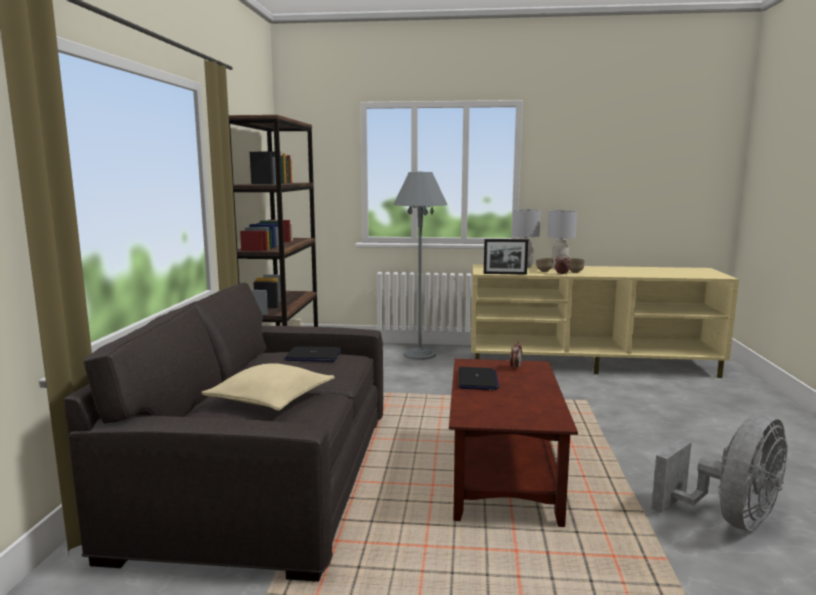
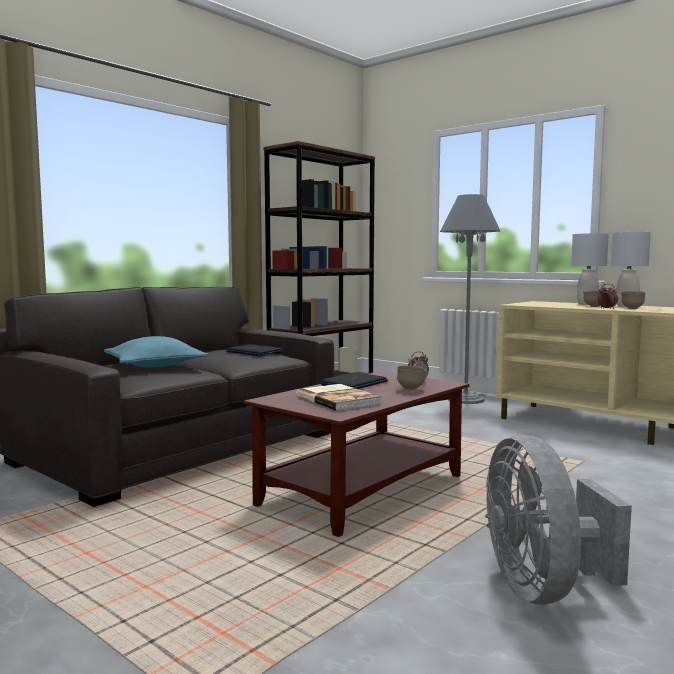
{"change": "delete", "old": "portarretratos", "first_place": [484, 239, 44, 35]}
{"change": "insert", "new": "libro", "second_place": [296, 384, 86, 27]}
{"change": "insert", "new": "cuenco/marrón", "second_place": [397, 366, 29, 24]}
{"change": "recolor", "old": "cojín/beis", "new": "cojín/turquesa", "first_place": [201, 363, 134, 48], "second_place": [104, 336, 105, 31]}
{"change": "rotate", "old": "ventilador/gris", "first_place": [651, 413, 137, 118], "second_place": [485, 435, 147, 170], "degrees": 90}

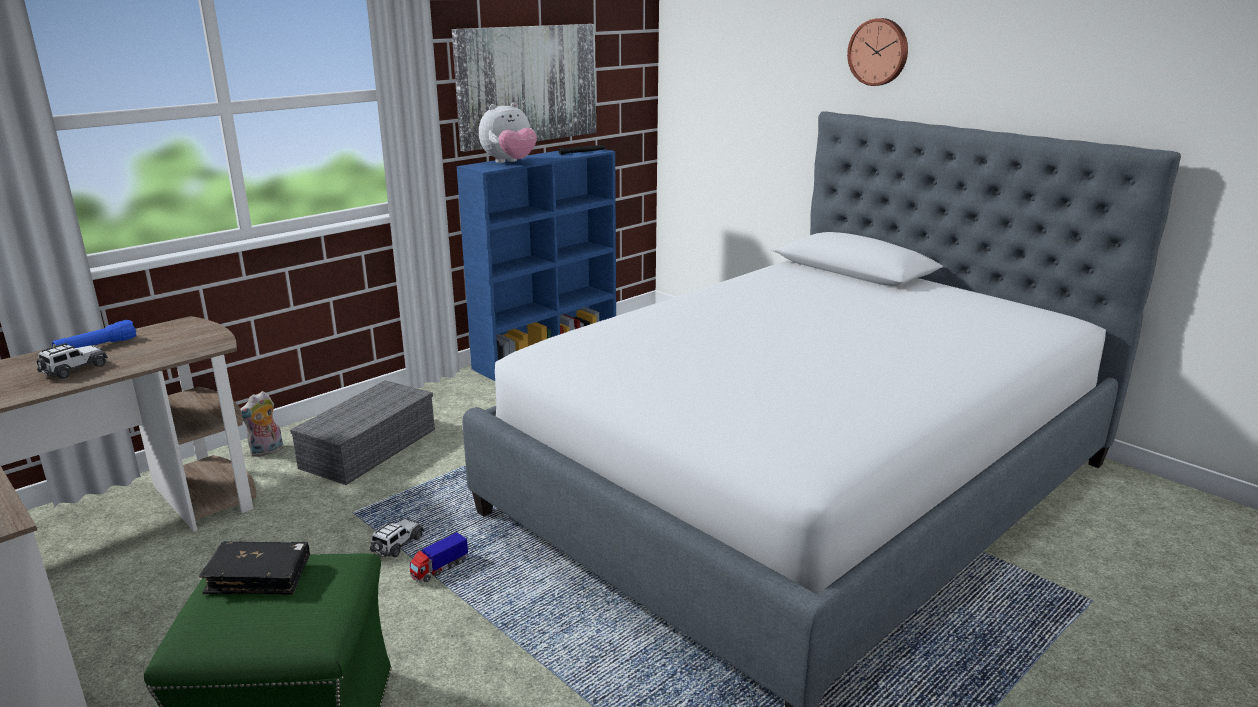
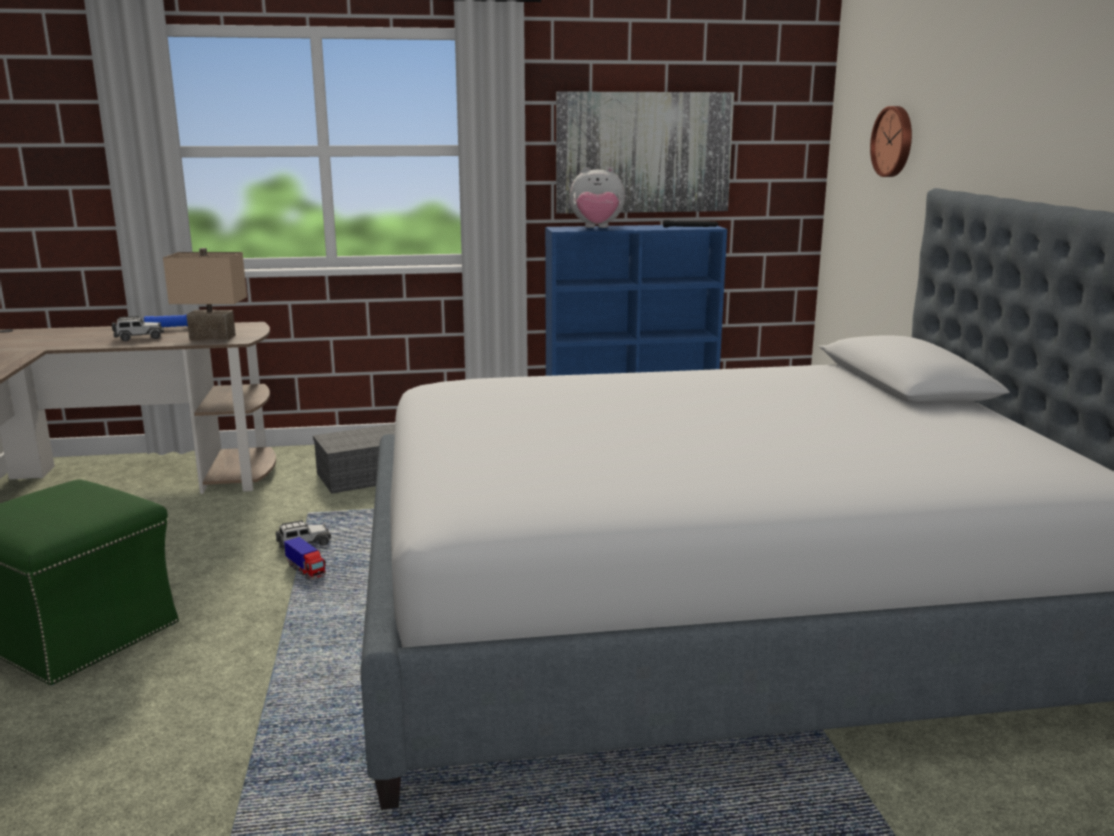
{"change": "delete", "old": "libro/negro", "first_place": [199, 541, 111, 54]}
{"change": "delete", "old": "peluche", "first_place": [240, 391, 43, 66]}
{"change": "insert", "new": "lámpara de mesa/beis", "second_place": [163, 248, 84, 93]}
{"change": "move", "old": "reloj de pared", "first_place": [847, 18, 61, 68], "second_place": [870, 106, 42, 71]}
{"change": "rotate", "old": "camión de juguete", "first_place": [410, 532, 58, 51], "second_place": [284, 537, 42, 43], "degrees": -120}

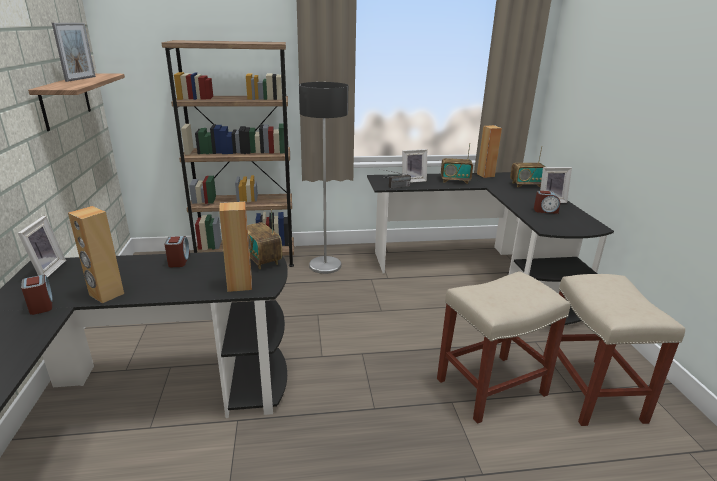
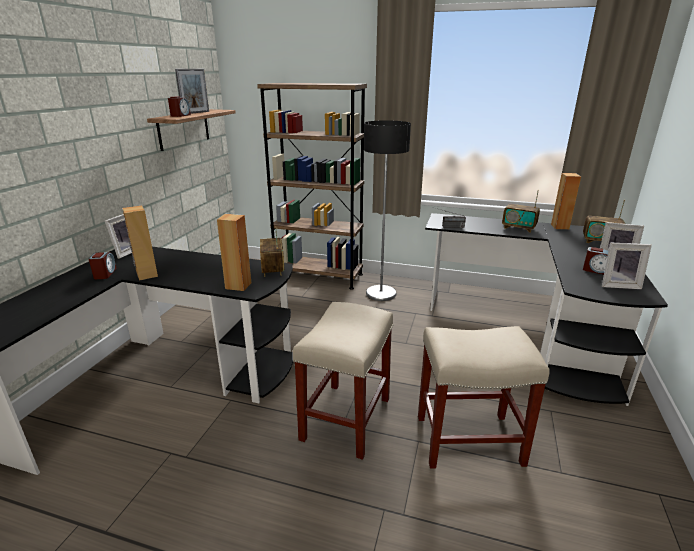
{"change": "move", "old": "despertador", "first_place": [165, 236, 25, 31], "second_place": [168, 96, 23, 21]}
{"change": "move", "old": "portarretratos", "first_place": [402, 149, 25, 34], "second_place": [602, 242, 50, 47]}
{"change": "move", "old": "taburete/beis", "first_place": [543, 274, 142, 152], "second_place": [293, 302, 100, 158]}

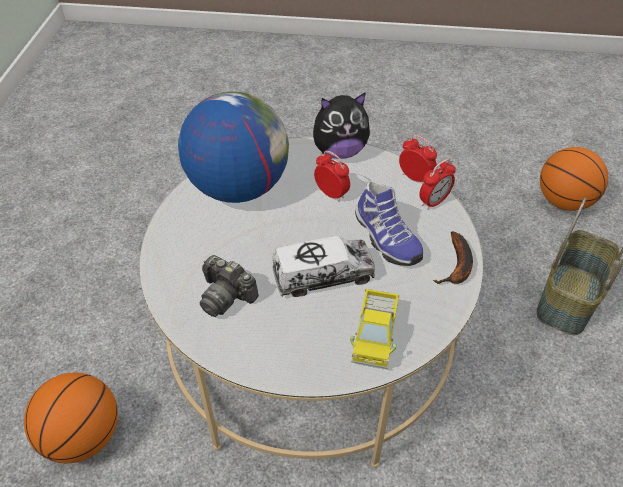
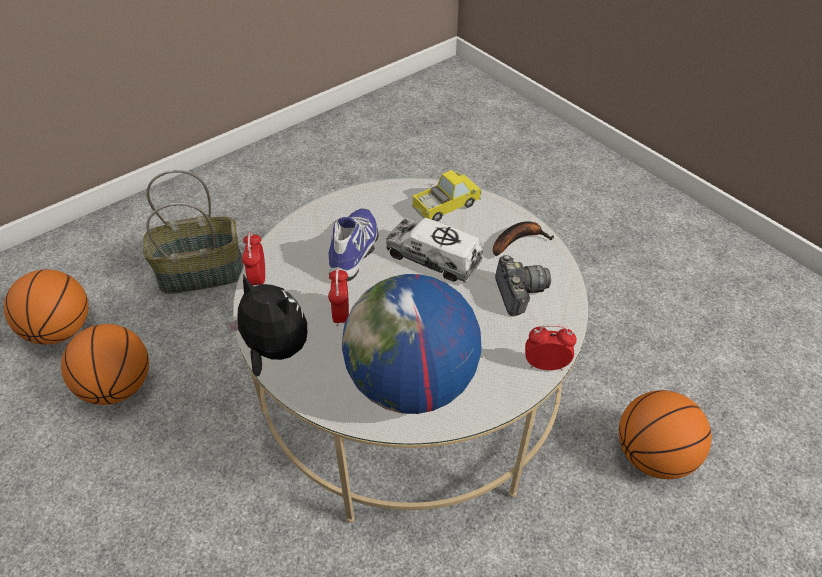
{"change": "insert", "new": "balón de baloncesto", "second_place": [61, 324, 88, 81]}
{"change": "move", "old": "despertador", "first_place": [419, 159, 37, 51], "second_place": [525, 324, 52, 46]}
{"change": "move", "old": "plátano", "first_place": [433, 231, 40, 53], "second_place": [493, 221, 62, 35]}

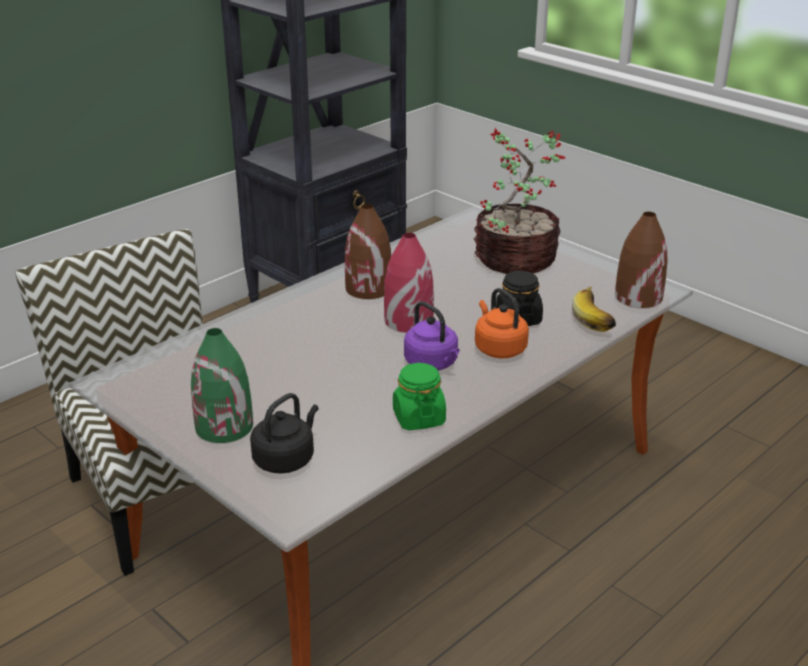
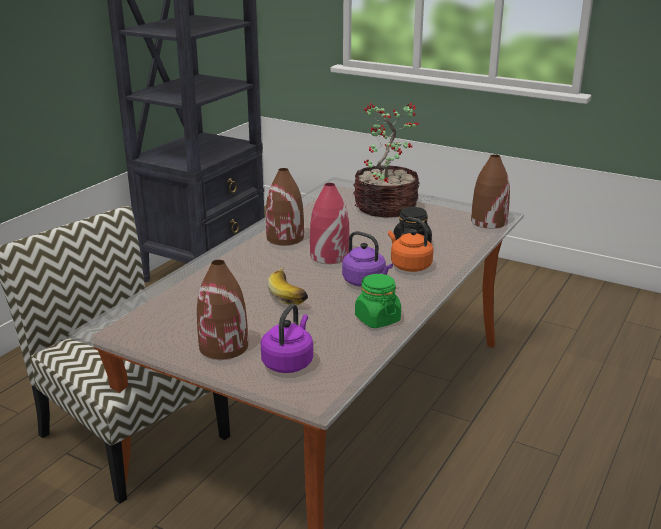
{"change": "move", "old": "plátano", "first_place": [572, 286, 44, 46], "second_place": [268, 268, 40, 37]}
{"change": "recolor", "old": "florero/verde", "new": "florero/marrón", "first_place": [191, 328, 62, 115], "second_place": [197, 260, 51, 99]}
{"change": "recolor", "old": "hervidor/negro", "new": "hervidor/morado", "first_place": [250, 393, 69, 81], "second_place": [261, 304, 52, 69]}

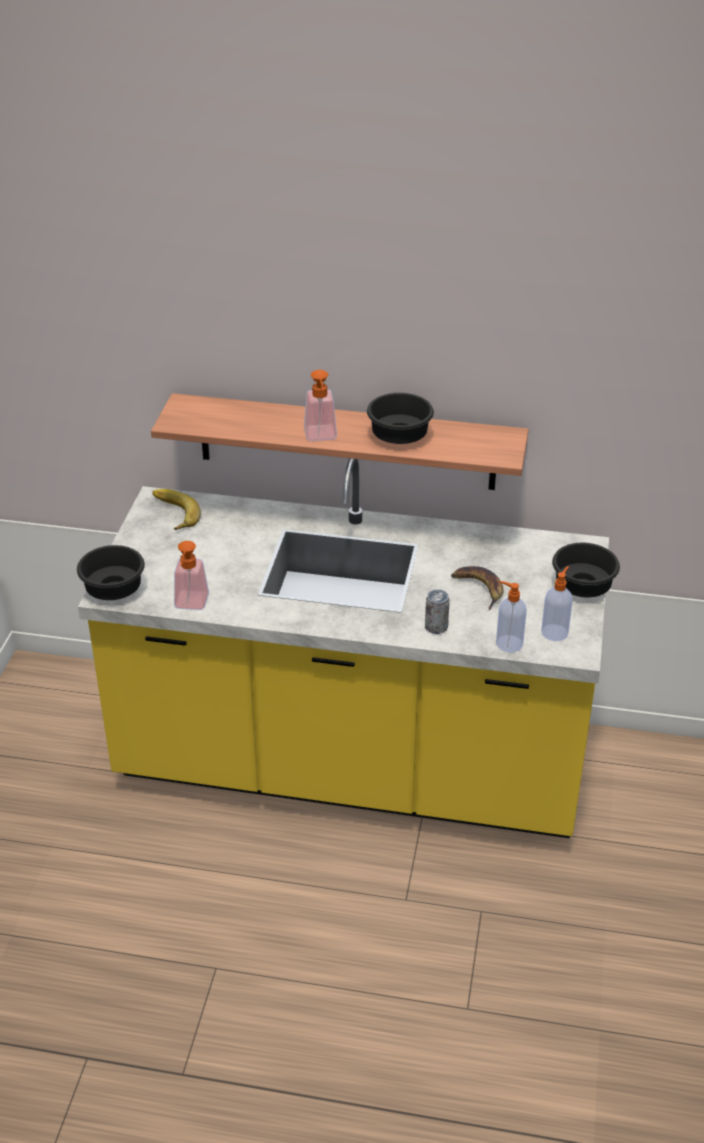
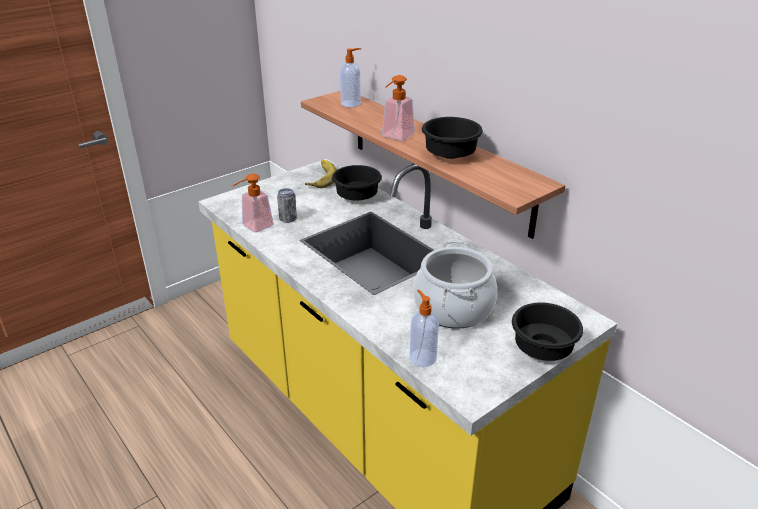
{"change": "move", "old": "cuenco/negro", "first_place": [77, 545, 68, 55], "second_place": [332, 165, 50, 35]}
{"change": "move", "old": "lata", "first_place": [425, 589, 25, 45], "second_place": [277, 188, 20, 35]}
{"change": "move", "old": "dispensador de jabón", "first_place": [541, 566, 32, 75], "second_place": [340, 48, 21, 59]}
{"change": "replace", "old": "plátano", "new": "olla", "first_place": [451, 566, 52, 44], "second_place": [413, 240, 84, 89]}

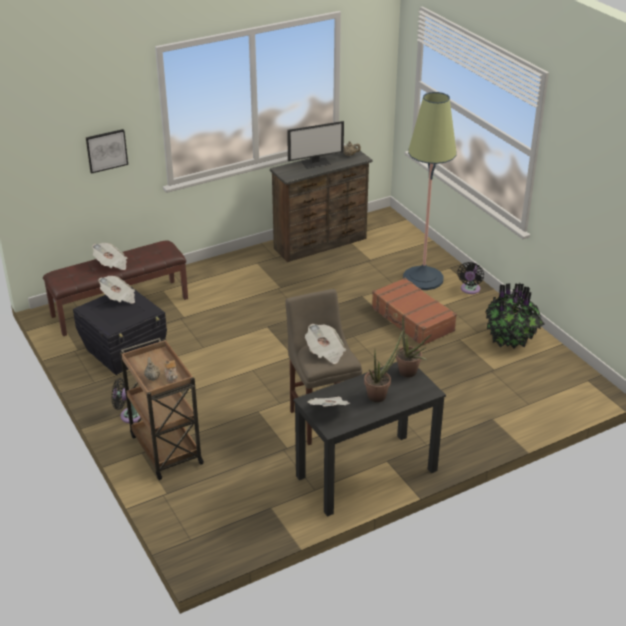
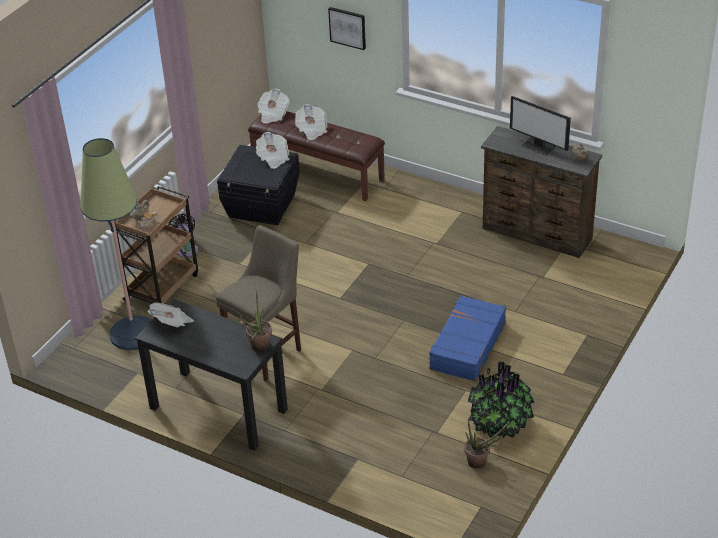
{"change": "delete", "old": "ventilador/negro", "first_place": [458, 262, 26, 32]}
{"change": "move", "old": "periódico", "first_place": [305, 324, 41, 40], "second_place": [257, 89, 33, 34]}
{"change": "move", "old": "planta en maceta", "first_place": [364, 328, 40, 74], "second_place": [464, 418, 46, 51]}
{"change": "move", "old": "lámpara de pie", "first_place": [403, 92, 53, 198], "second_place": [80, 138, 72, 212]}
{"change": "recolor", "old": "maleta/marrón", "new": "maleta/azul", "first_place": [372, 278, 85, 68], "second_place": [428, 295, 78, 87]}

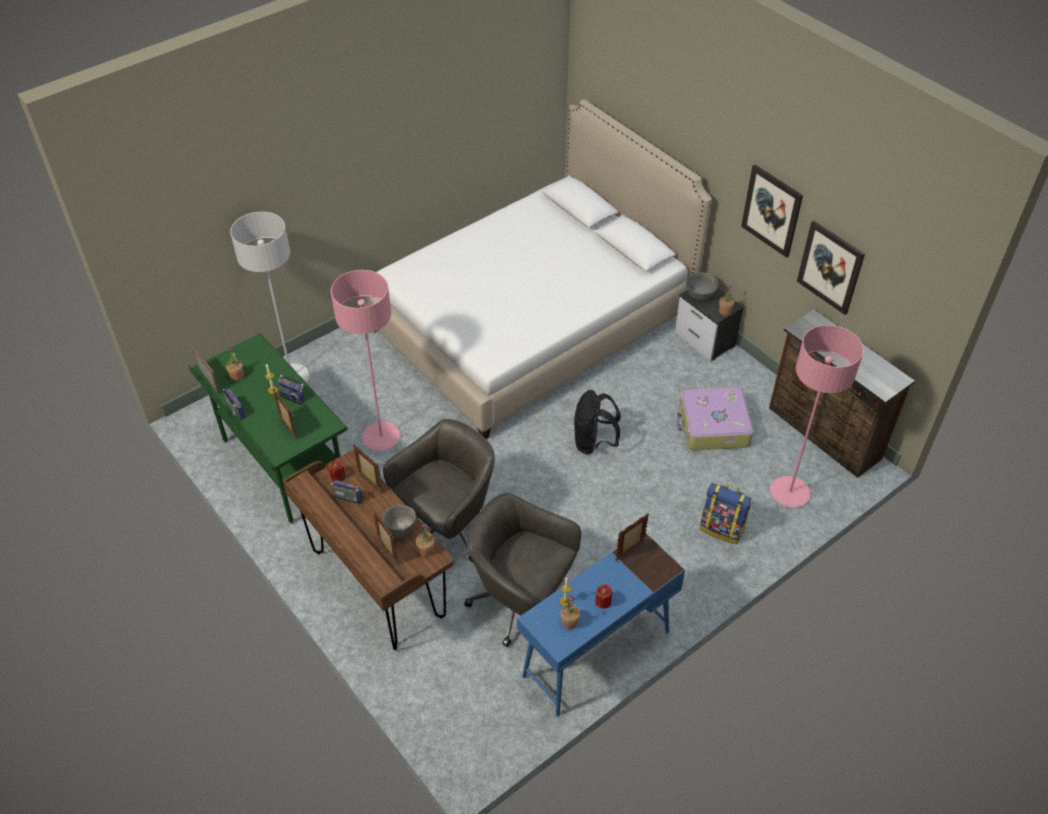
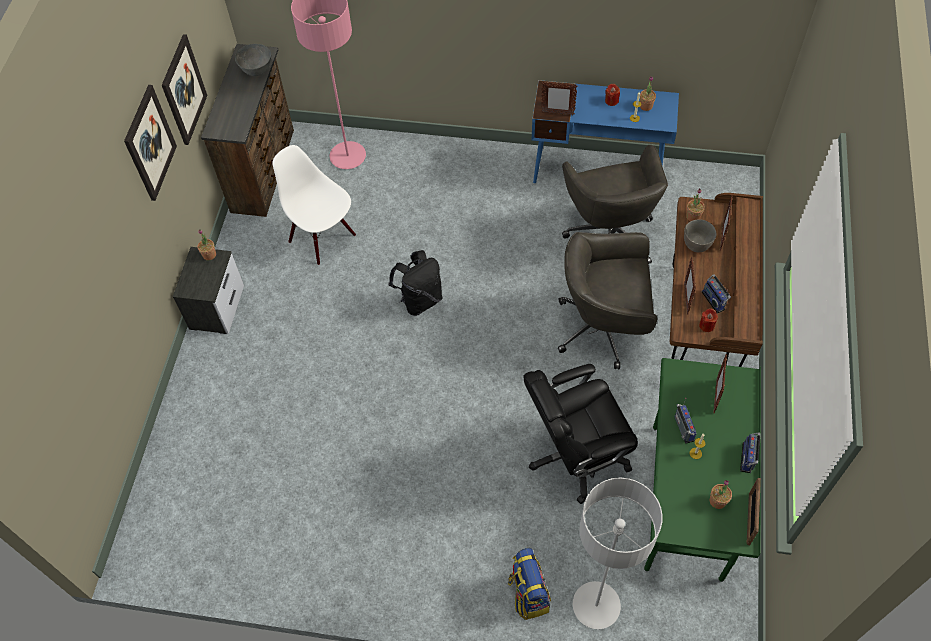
{"change": "delete", "old": "cama", "first_place": [362, 99, 350, 340]}
{"change": "move", "old": "cuenco/gris", "first_place": [686, 272, 32, 28], "second_place": [235, 44, 36, 32]}
{"change": "move", "old": "mochila", "first_place": [700, 483, 51, 61], "second_place": [508, 548, 43, 72]}
{"change": "replace", "old": "lámpara de pie/rosa", "new": "silla de oficina/negro", "first_place": [331, 270, 69, 181], "second_place": [524, 364, 114, 140]}
{"change": "replace", "old": "maleta", "new": "silla/blanco", "first_place": [677, 387, 77, 63], "second_place": [272, 145, 84, 120]}

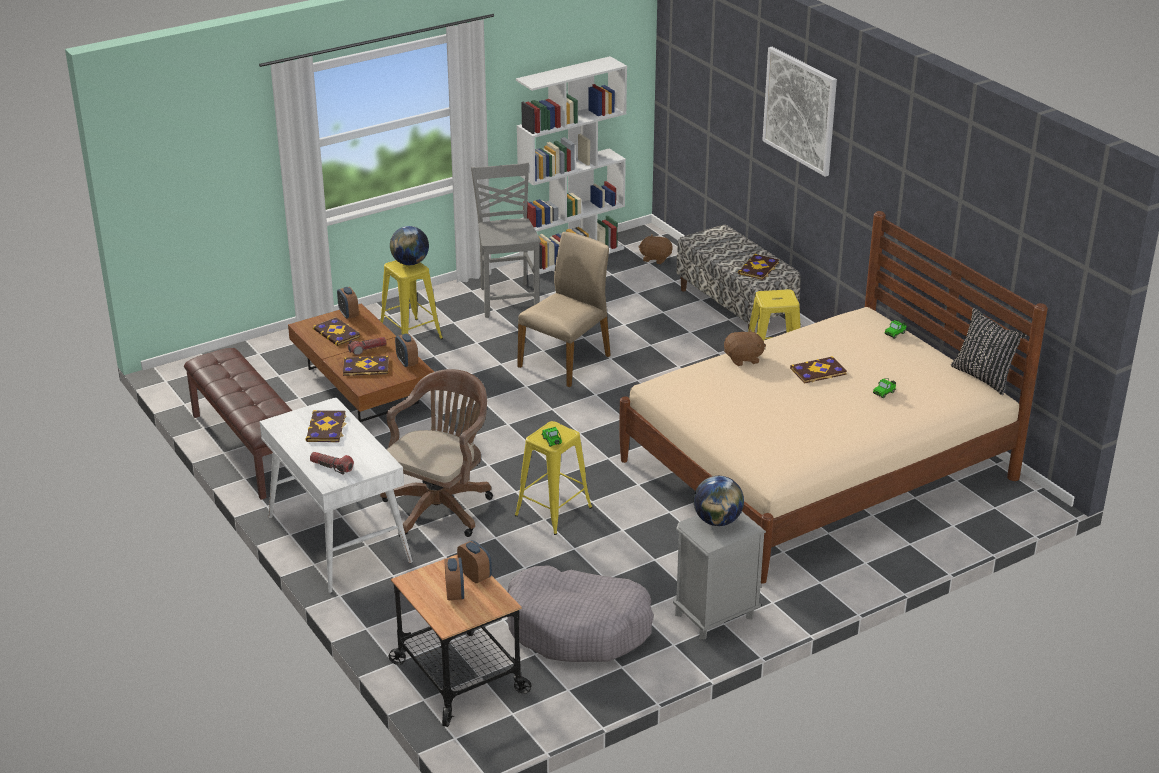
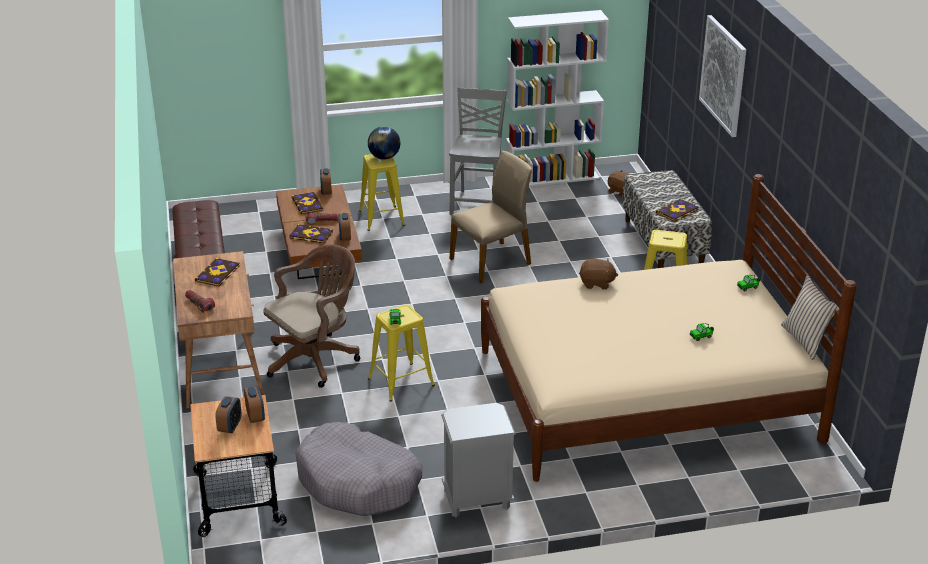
{"change": "delete", "old": "globo terráqueo", "first_place": [694, 476, 50, 50]}
{"change": "delete", "old": "libro", "first_place": [790, 356, 57, 28]}
{"change": "recolor", "old": "escritorio/blanco", "new": "escritorio/marrón", "first_place": [259, 397, 154, 196], "second_place": [173, 251, 91, 157]}
{"change": "recolor", "old": "cojín/negro", "new": "cojín/beis", "first_place": [951, 308, 76, 87], "second_place": [781, 275, 58, 85]}

